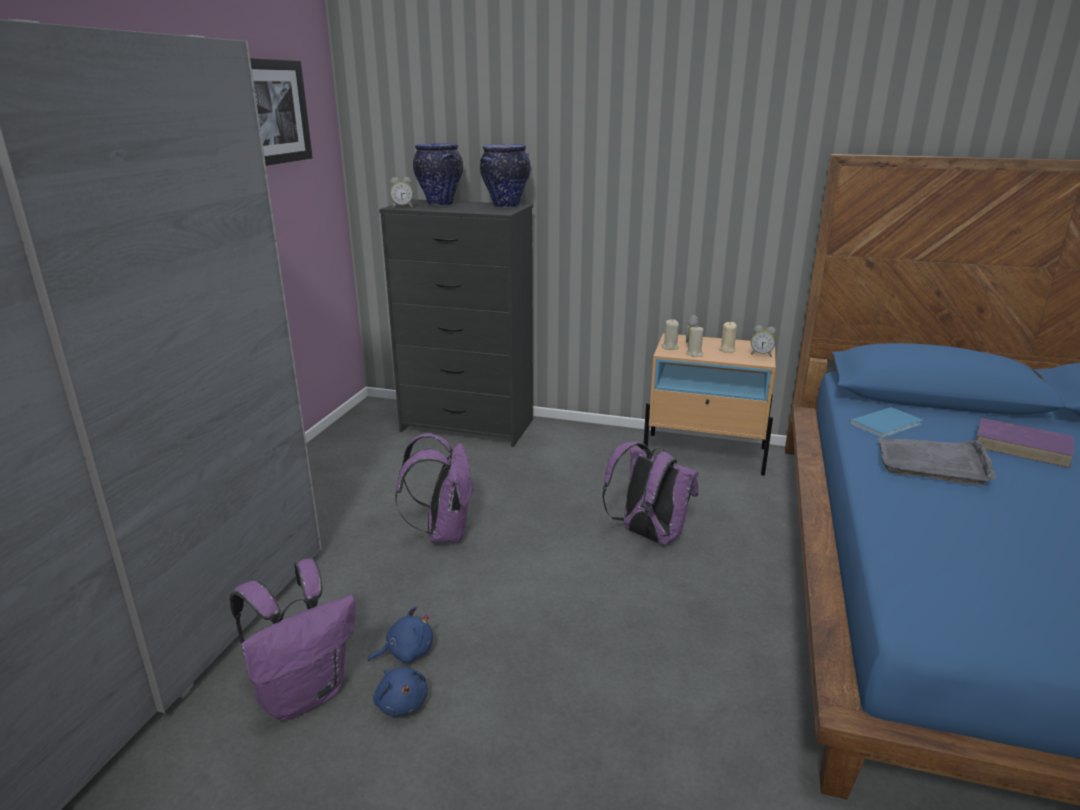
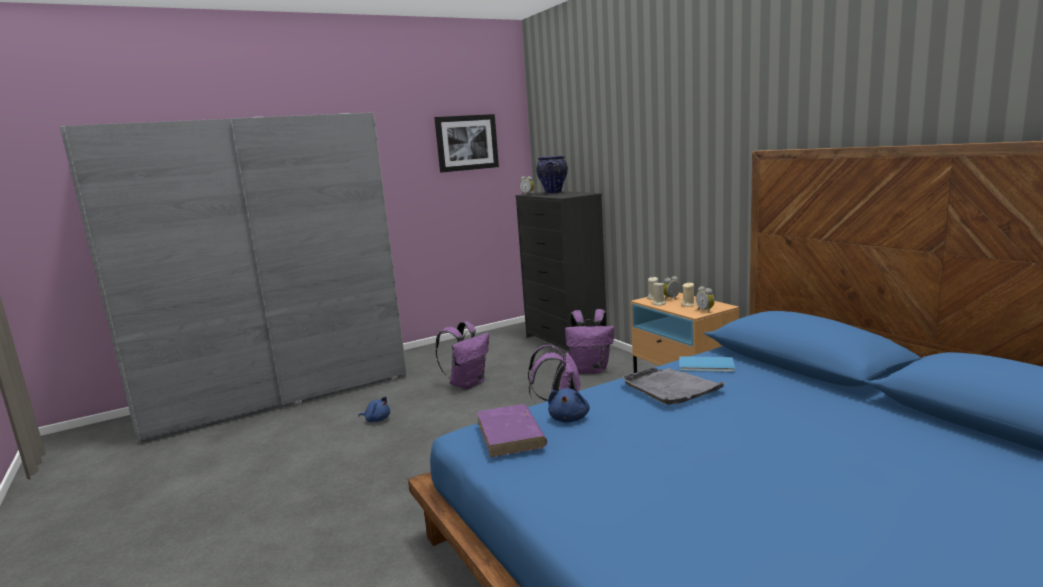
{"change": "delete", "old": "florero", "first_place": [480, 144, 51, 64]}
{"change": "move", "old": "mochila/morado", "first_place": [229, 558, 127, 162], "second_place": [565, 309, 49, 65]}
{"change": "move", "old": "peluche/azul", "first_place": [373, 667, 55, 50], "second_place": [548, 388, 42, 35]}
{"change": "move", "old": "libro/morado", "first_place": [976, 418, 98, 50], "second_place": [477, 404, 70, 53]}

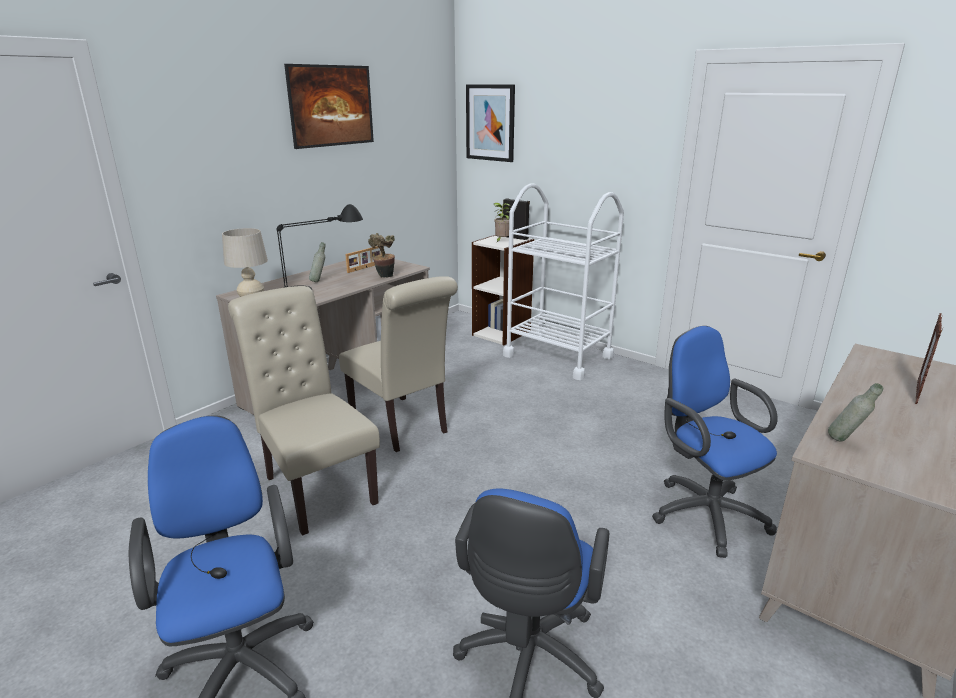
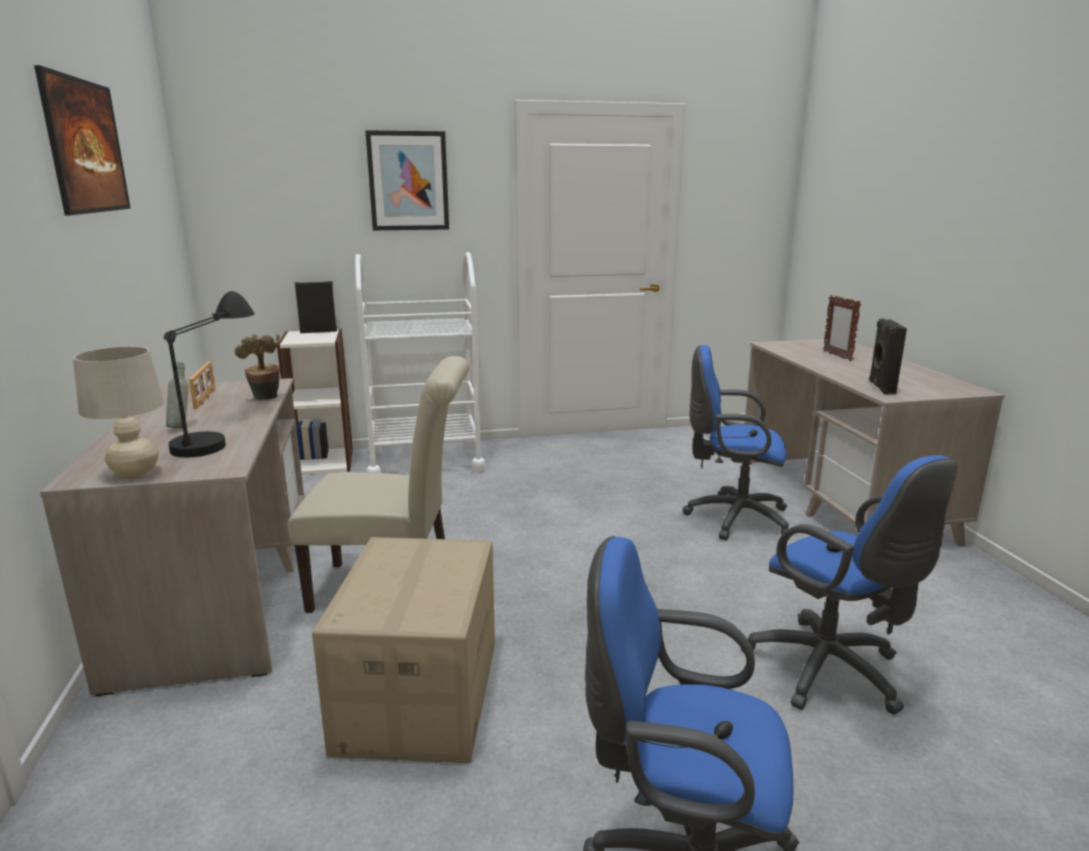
{"change": "delete", "old": "planta en maceta", "first_place": [494, 203, 17, 40]}
{"change": "move", "old": "cuadro", "first_place": [466, 85, 49, 77], "second_place": [365, 130, 84, 100]}
{"change": "replace", "old": "silla/beis", "new": "caja de cartón", "first_place": [228, 286, 152, 250], "second_place": [312, 537, 183, 226]}
{"change": "replace", "old": "botella/gris", "new": "altavoz/negro", "first_place": [828, 383, 55, 58], "second_place": [869, 319, 38, 75]}

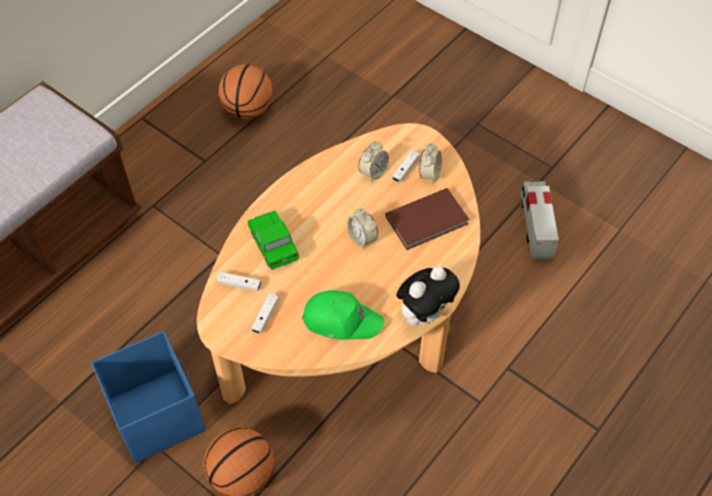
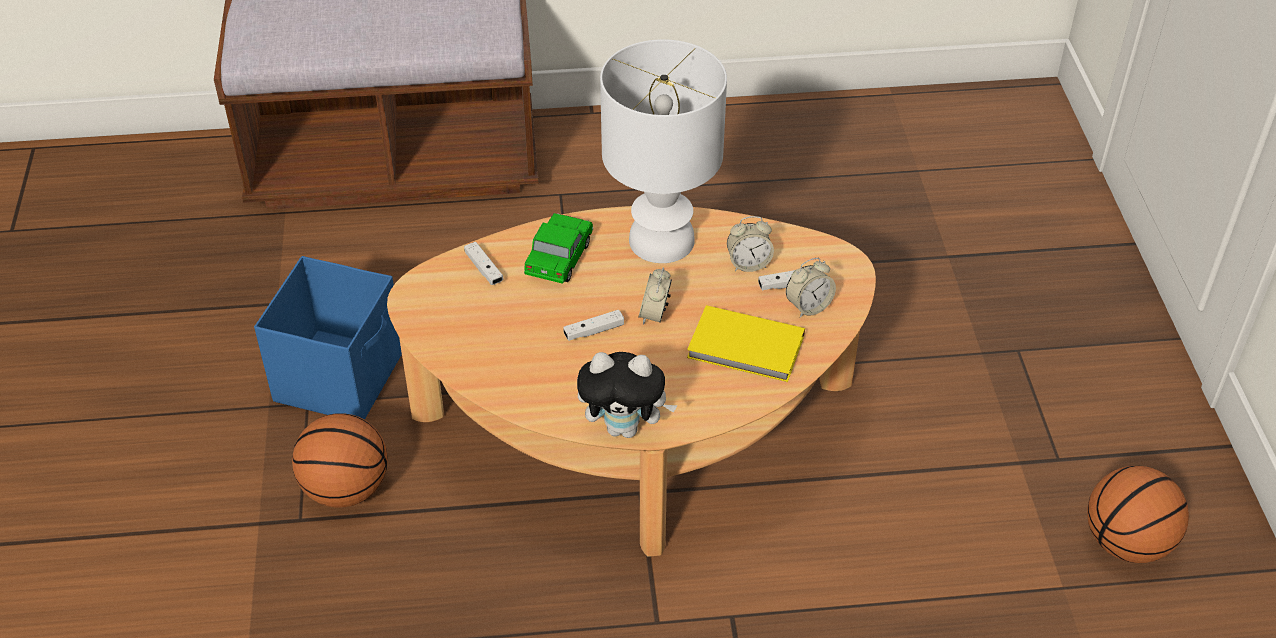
{"change": "delete", "old": "gorra/verde", "first_place": [302, 290, 82, 50]}
{"change": "delete", "old": "camión de juguete", "first_place": [521, 181, 38, 79]}
{"change": "insert", "new": "lámpara de mesa/blanco", "second_place": [600, 39, 127, 224]}
{"change": "move", "old": "balón de baloncesto", "first_place": [219, 64, 54, 55], "second_place": [1087, 466, 102, 97]}
{"change": "move", "old": "mando de consola/blanco", "first_place": [251, 293, 28, 41], "second_place": [563, 310, 61, 31]}
{"change": "recolor", "old": "libro/marrón", "new": "libro/amarillo", "first_place": [385, 188, 84, 62], "second_place": [687, 305, 118, 77]}

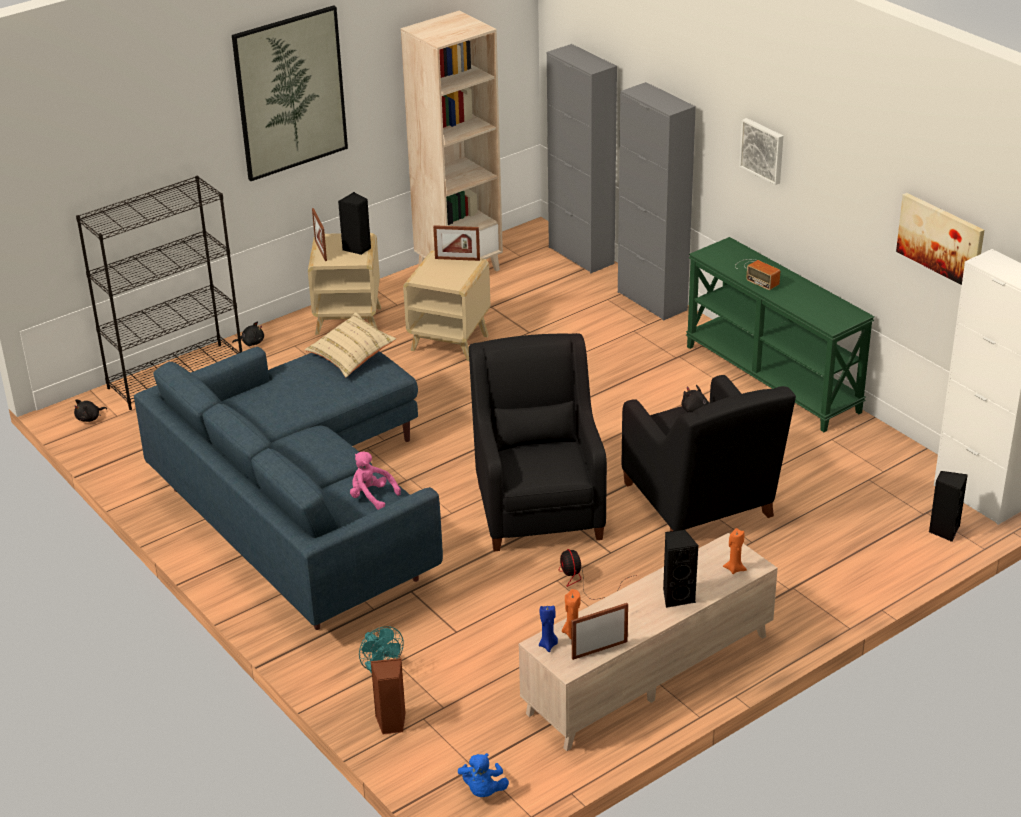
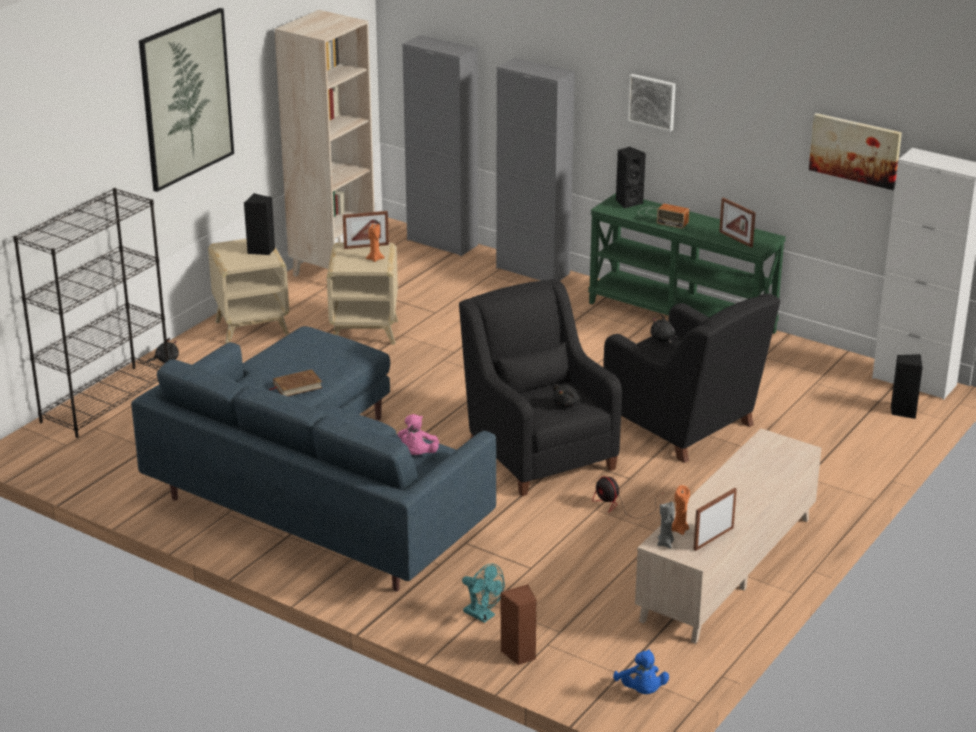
{"change": "delete", "old": "cojín/beis", "first_place": [305, 312, 91, 65]}
{"change": "insert", "new": "libro/marrón", "second_place": [269, 369, 53, 27]}
{"change": "move", "old": "peluche/negro", "first_place": [74, 400, 33, 22], "second_place": [552, 384, 28, 23]}
{"change": "move", "old": "portarretratos", "first_place": [312, 208, 15, 53], "second_place": [719, 198, 37, 50]}
{"change": "move", "old": "altavoz/negro", "first_place": [663, 529, 35, 79], "second_place": [616, 147, 30, 62]}
{"change": "move", "old": "vela/naranja", "first_place": [723, 528, 24, 46], "second_place": [366, 224, 19, 38]}
{"change": "recolor", "old": "vela/azul", "new": "vela/gris", "first_place": [539, 605, 19, 47], "second_place": [657, 501, 18, 48]}
{"change": "rotate", "old": "peluche/rosa", "first_place": [350, 451, 51, 59], "second_place": [398, 414, 41, 41], "degrees": -90}

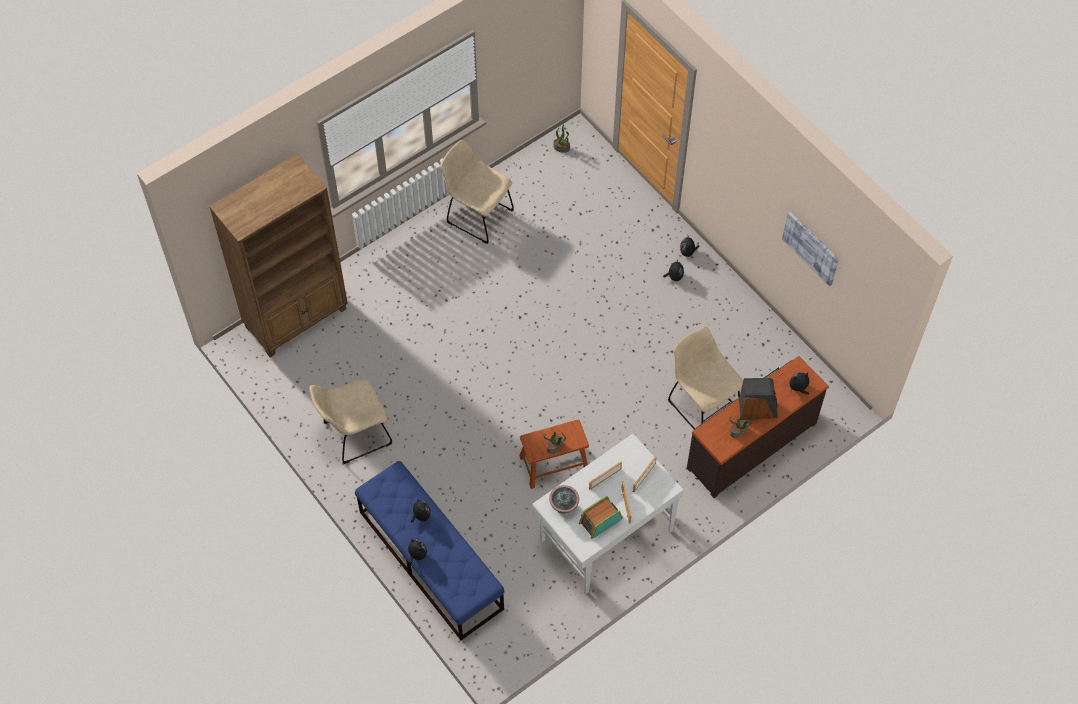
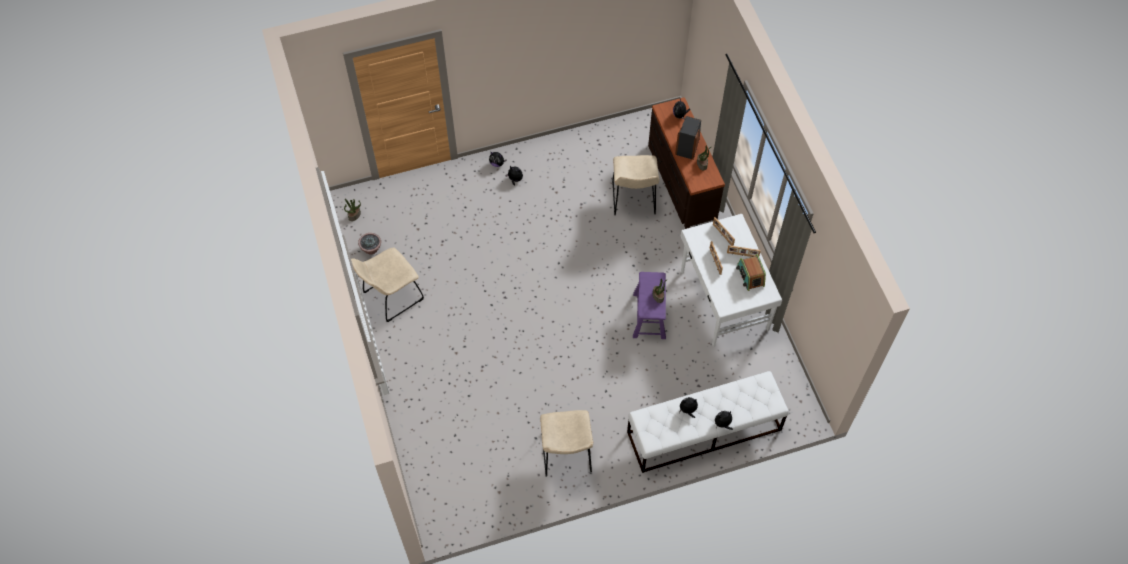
{"change": "delete", "old": "estantería/marrón", "first_place": [209, 154, 139, 203]}
{"change": "delete", "old": "cuadro", "first_place": [782, 211, 57, 76]}
{"change": "move", "old": "planta en maceta", "first_place": [549, 485, 30, 29], "second_place": [358, 233, 23, 21]}
{"change": "recolor", "old": "banco/azul", "new": "banco/blanco", "first_place": [355, 461, 149, 179], "second_place": [627, 371, 162, 102]}
{"change": "recolor", "old": "taburete/marrón", "new": "taburete/morado", "first_place": [519, 420, 70, 69], "second_place": [633, 272, 33, 67]}
{"change": "rotate", "old": "silla/beis", "first_place": [668, 327, 75, 103], "second_place": [612, 155, 48, 60], "degrees": -75}

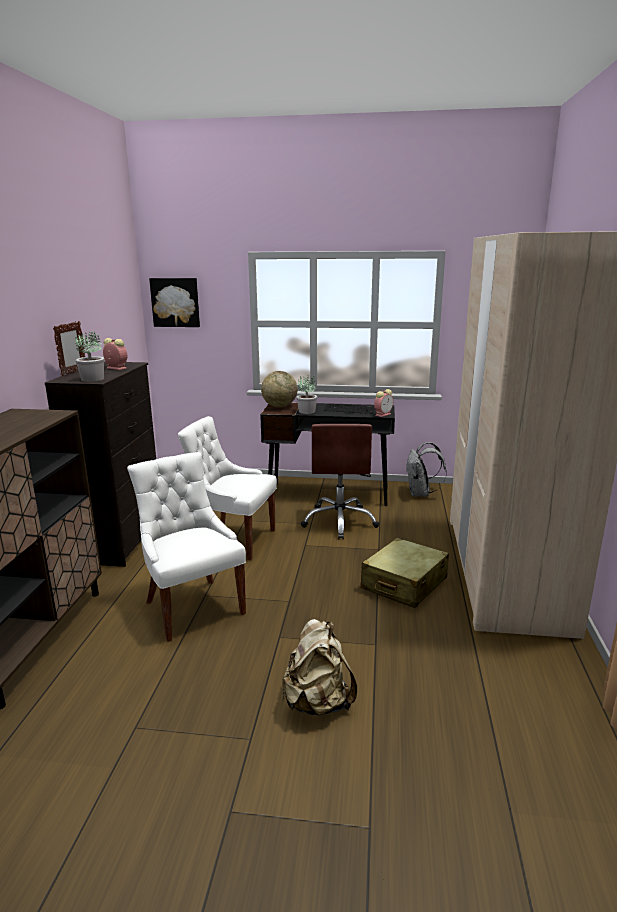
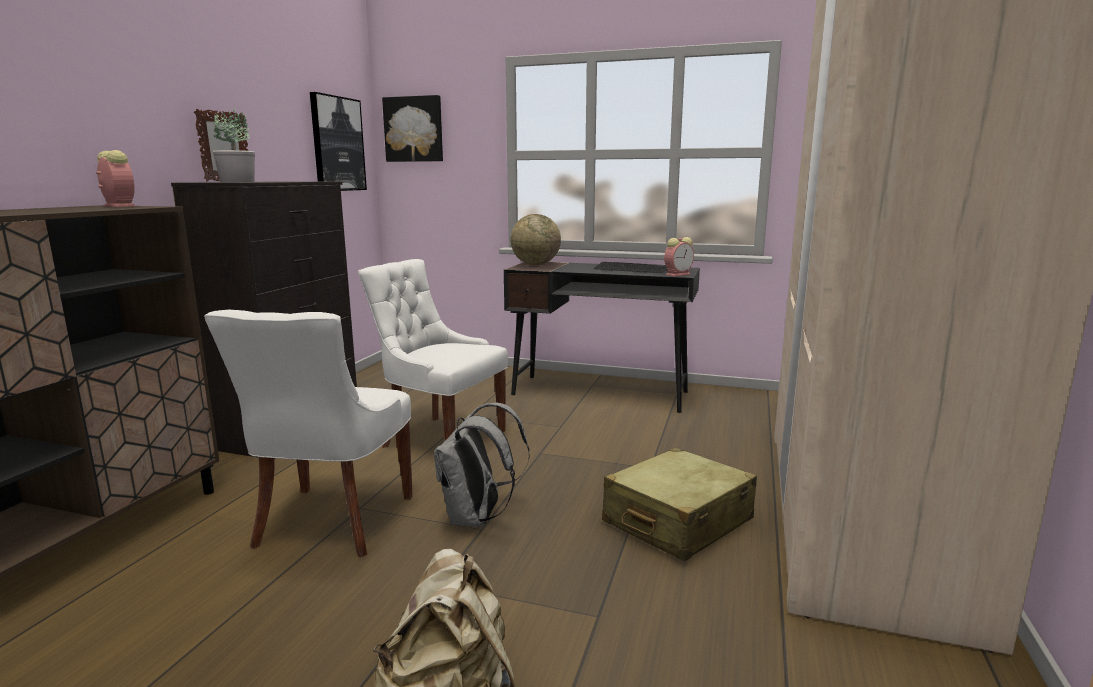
{"change": "delete", "old": "planta en maceta", "first_place": [297, 376, 20, 38]}
{"change": "delete", "old": "silla de oficina/marrón", "first_place": [301, 424, 79, 116]}
{"change": "insert", "new": "cuadro", "second_place": [310, 92, 57, 99]}
{"change": "move", "old": "despertador", "first_place": [103, 338, 24, 32], "second_place": [96, 150, 39, 57]}
{"change": "move", "old": "mochila/gris", "first_place": [406, 442, 41, 55], "second_place": [434, 403, 96, 125]}
{"change": "rotate", "old": "silla/blanco", "first_place": [127, 452, 119, 190], "second_place": [204, 310, 209, 247], "degrees": -150}

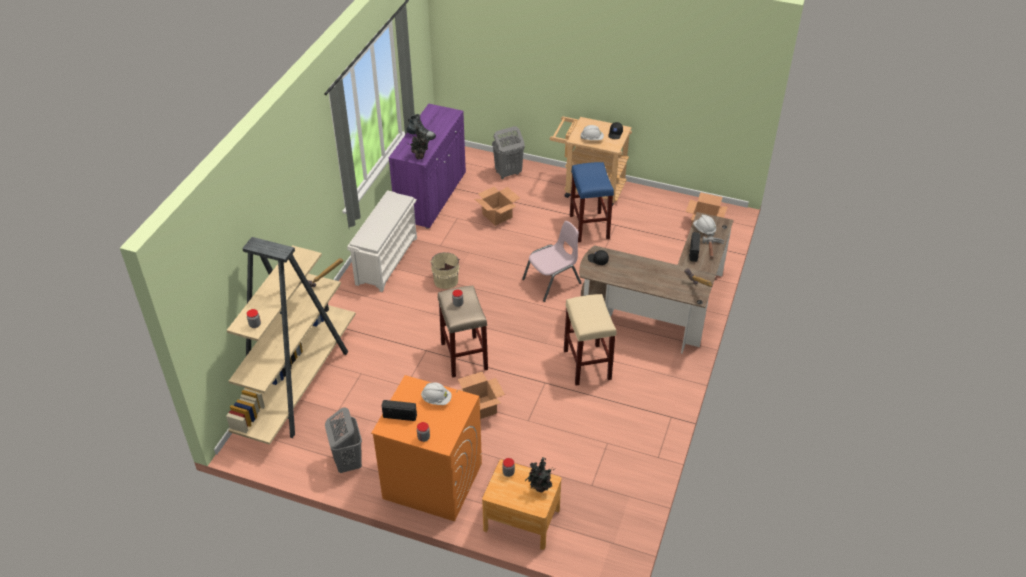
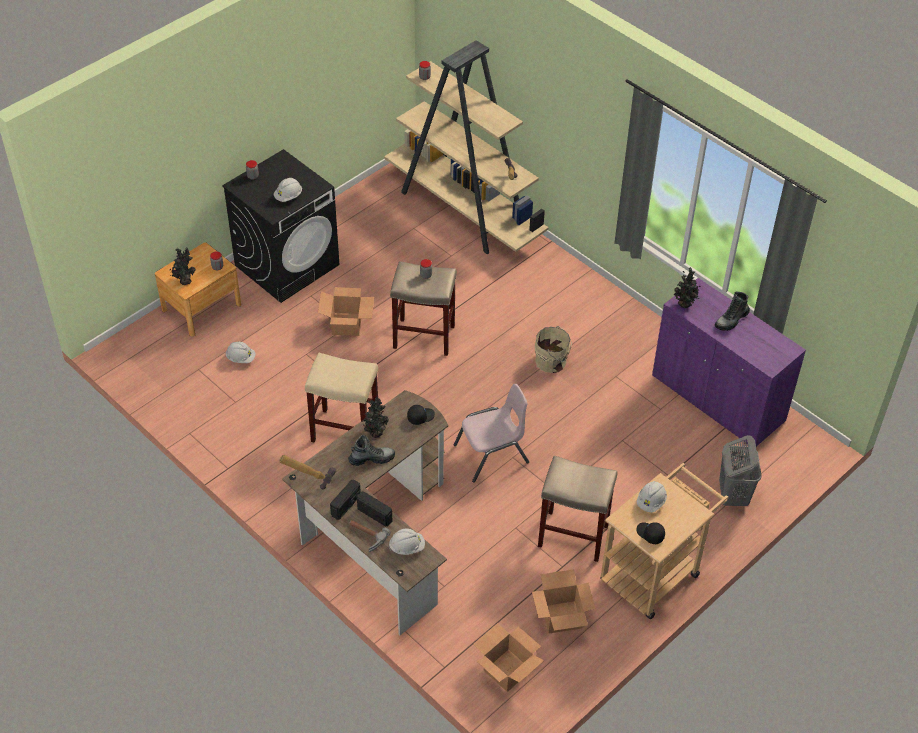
{"change": "delete", "old": "cesto de la ropa/gris", "first_place": [325, 407, 37, 66]}
{"change": "delete", "old": "zapatero/blanco", "first_place": [347, 190, 70, 102]}
{"change": "insert", "new": "casco/blanco", "second_place": [226, 342, 30, 21]}
{"change": "insert", "new": "bota", "second_place": [348, 435, 47, 31]}
{"change": "insert", "new": "planta en maceta", "second_place": [361, 396, 28, 42]}
{"change": "move", "old": "radio", "first_place": [382, 400, 35, 21], "second_place": [330, 479, 31, 41]}
{"change": "move", "old": "caja de cartón", "first_place": [475, 186, 45, 40], "second_place": [532, 569, 64, 64]}
{"change": "recolor", "old": "lavadora/naranja", "new": "lavadora/negro", "first_place": [371, 375, 111, 146], "second_place": [222, 149, 117, 154]}
{"change": "recolor", "old": "taburete/azul", "new": "taburete/beis", "first_place": [570, 162, 44, 81], "second_place": [538, 456, 80, 106]}
{"change": "rotate", "old": "silla/rosa", "first_place": [522, 221, 60, 81], "second_place": [454, 384, 75, 99], "degrees": -105}

